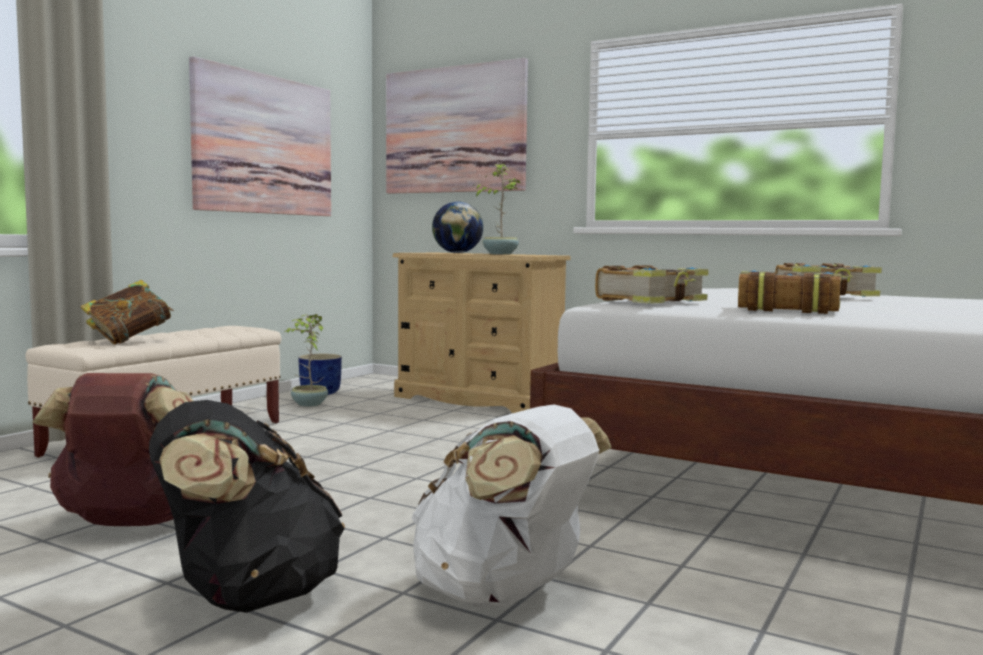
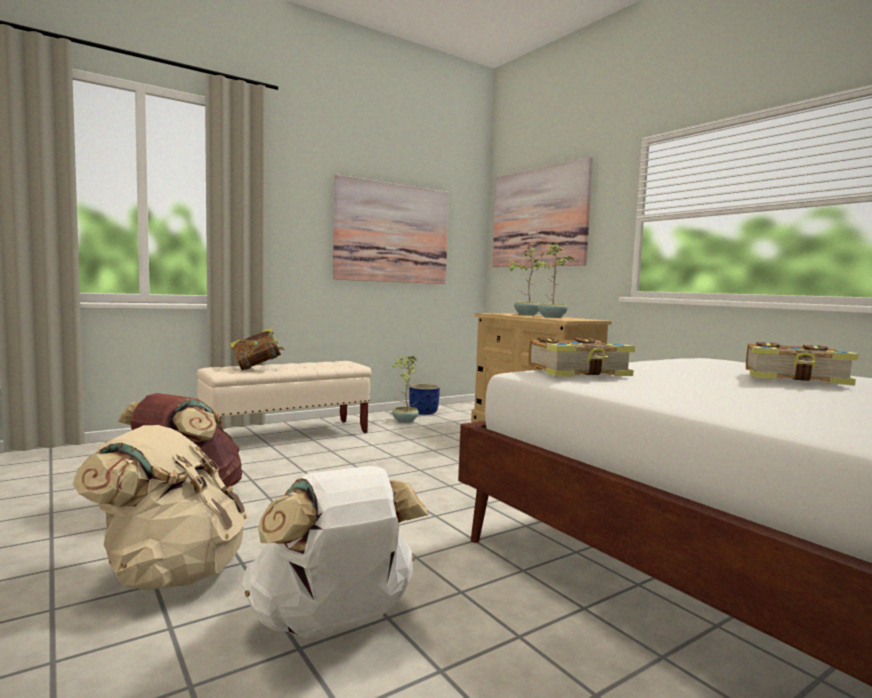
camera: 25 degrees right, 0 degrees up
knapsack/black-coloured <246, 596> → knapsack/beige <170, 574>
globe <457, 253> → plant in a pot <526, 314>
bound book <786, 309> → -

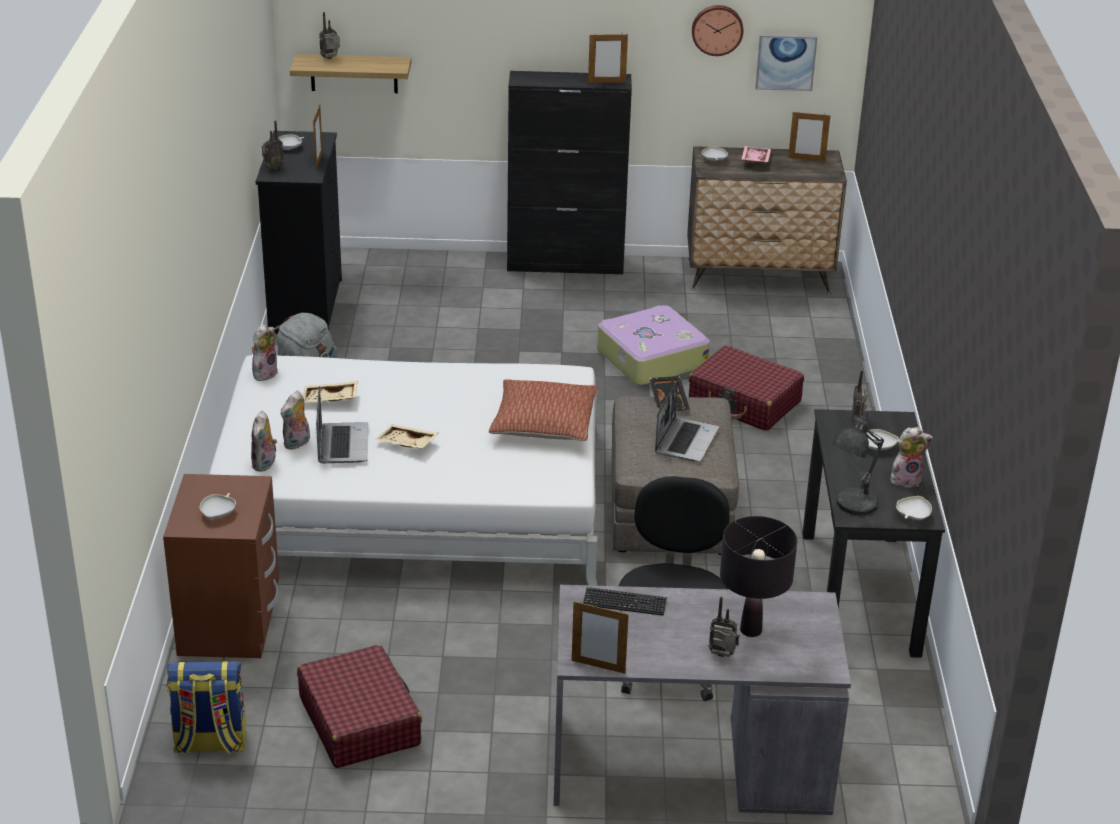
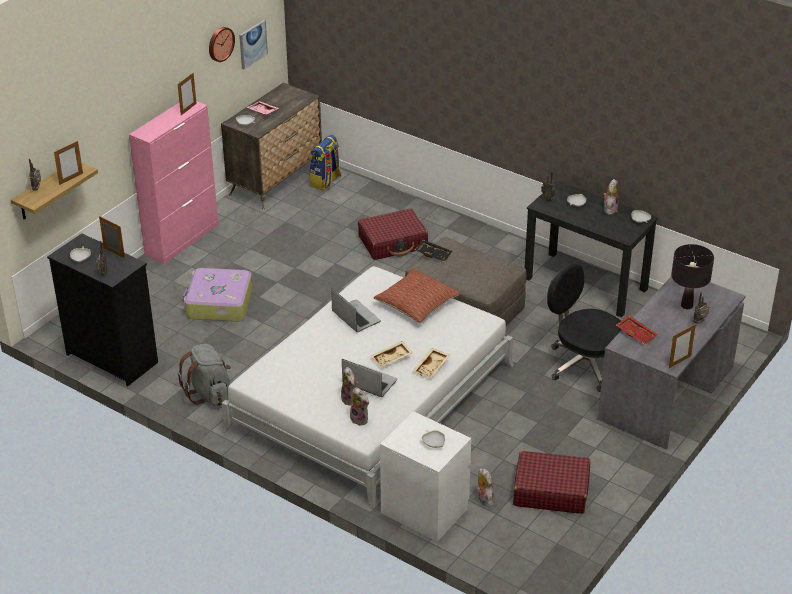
camera: 55 degrees left, 5 degrees up
nightstand/brown <231, 623> → nightstand/white <425, 510>
knapsack <210, 743> → knapsack <325, 182>, move
soft toy <264, 373> → soft toy <483, 499>, move
serving tray/beige <330, 399> → serving tray/beige <432, 367>, move
storage cabinet/black-coloured <566, 264> → storage cabinet/pink-coloured <182, 239>
computer keyboard <624, 603> → serving tray/red-coloured <636, 334>
suitcase <650, 358> → suitcase <218, 303>, move
notebook computer <685, 440> → notebook computer <355, 317>, move
photo frame <806, 159> → photo frame <71, 179>, move
table lamp/grey <853, 505> → -

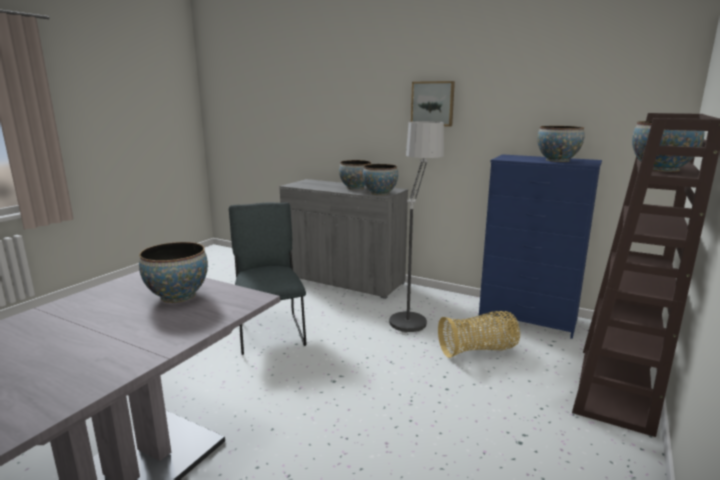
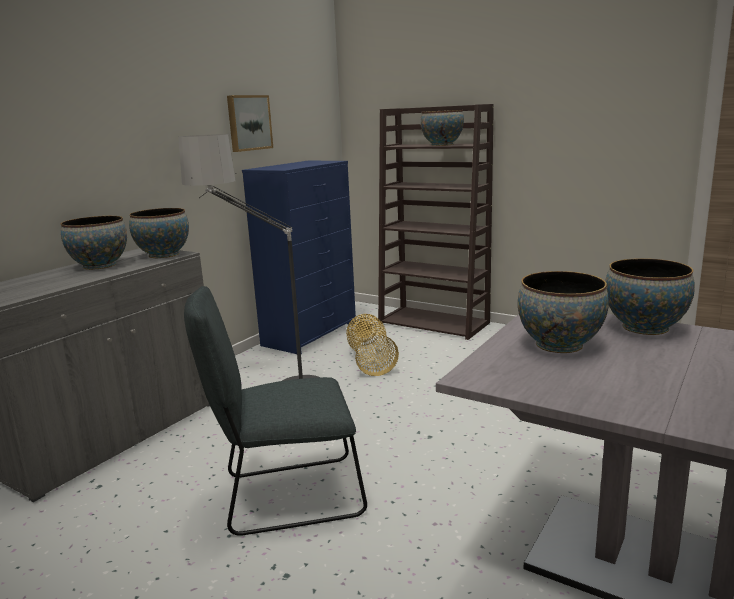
camera: 85 degrees left, 0 degrees up
picture <433, 103> → picture <248, 123>, move
deep dish <557, 160> → deep dish <644, 327>, move

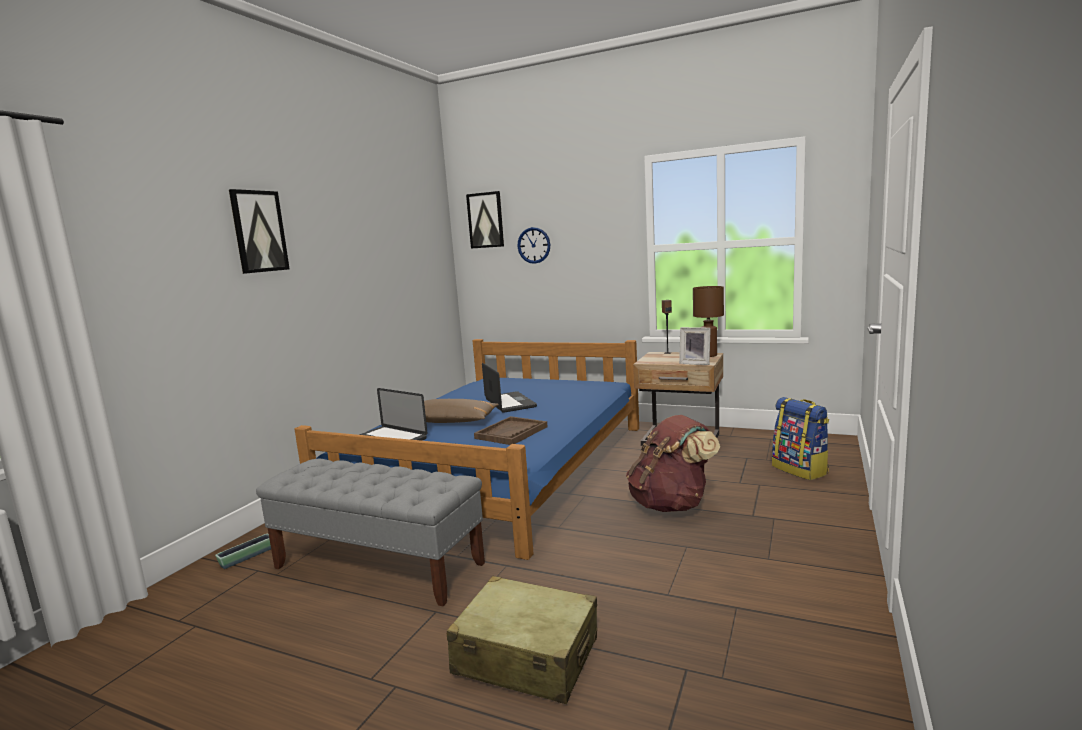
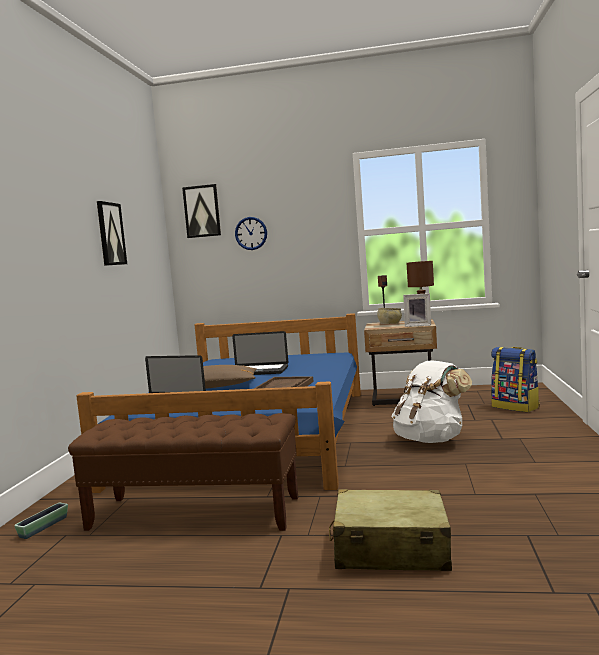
camera: 15 degrees left, 5 degrees down
picture <258, 231> → picture <110, 234>, move
bench/grey <379, 565> → bench/brown <195, 513>
notebook computer <510, 403> → notebook computer <258, 371>, 135 degrees clockwise
knapsack/brown <671, 504> → knapsack/white <431, 439>
- → deep dish/beige <390, 324>

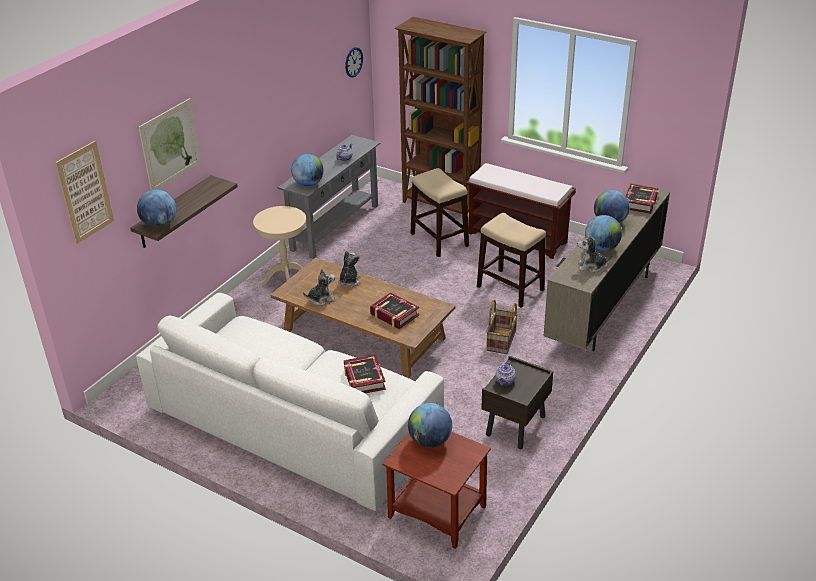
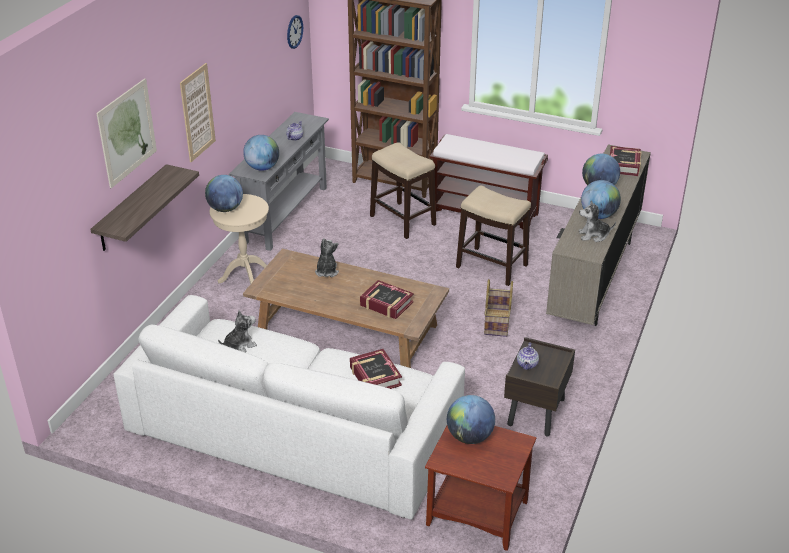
camera: 10 degrees left, 0 degrees up
picture <85, 192> → picture <197, 112>, move
globe <159, 224> → globe <225, 209>, move
soft toy <321, 299> → soft toy <239, 345>, move

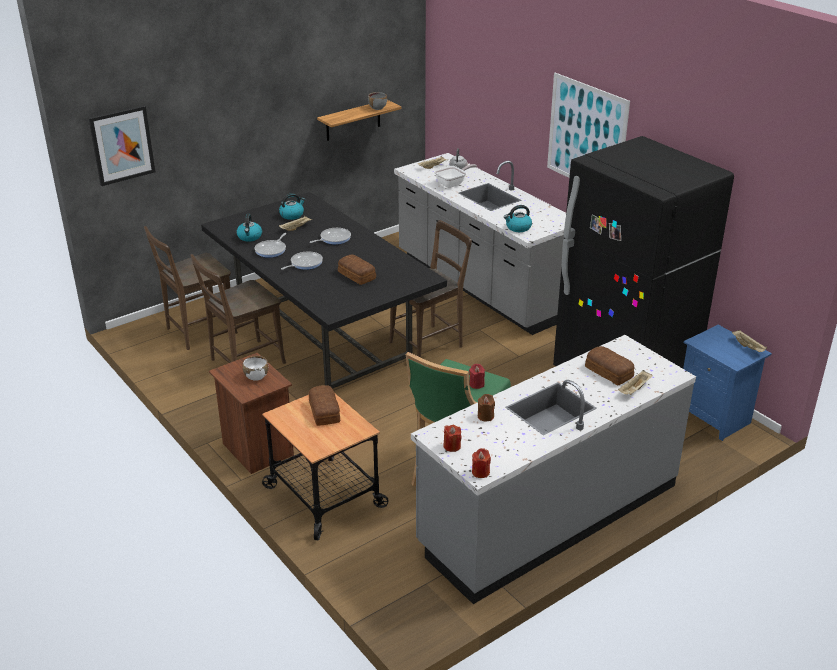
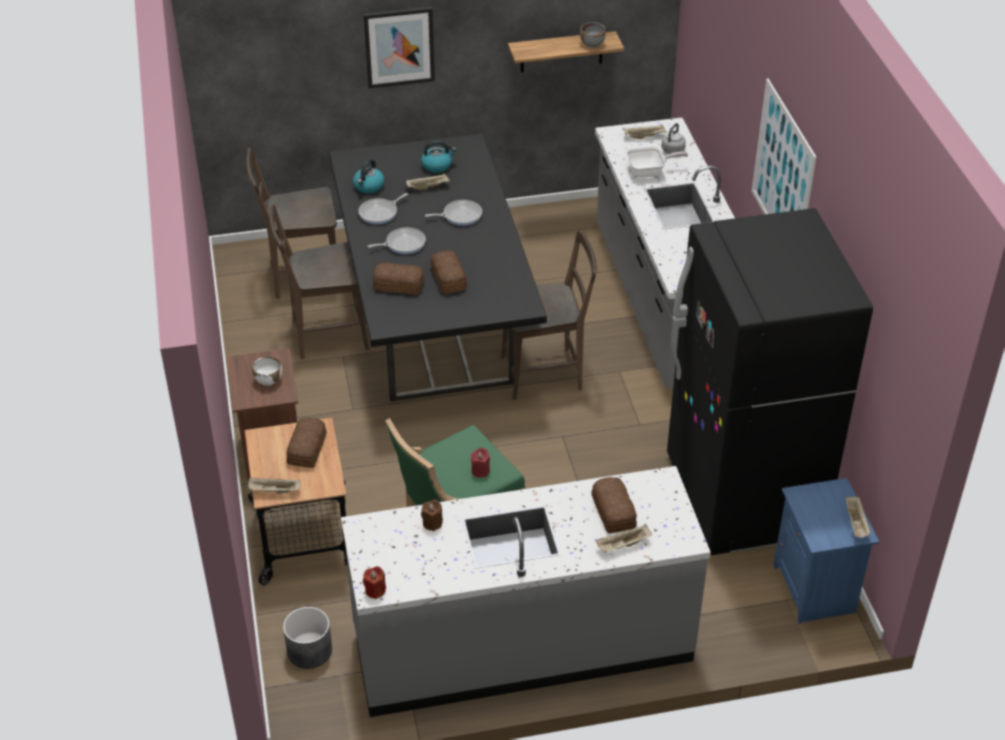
camera: 25 degrees right, 10 degrees up
picture <122, 145> → picture <399, 47>, move
wax candle/red-coloured <452, 446> → -
water kettle <518, 228> → -
- → serving tray/beige <274, 491>
- → plant pot/grey <309, 651>
- → baked bread <398, 284>

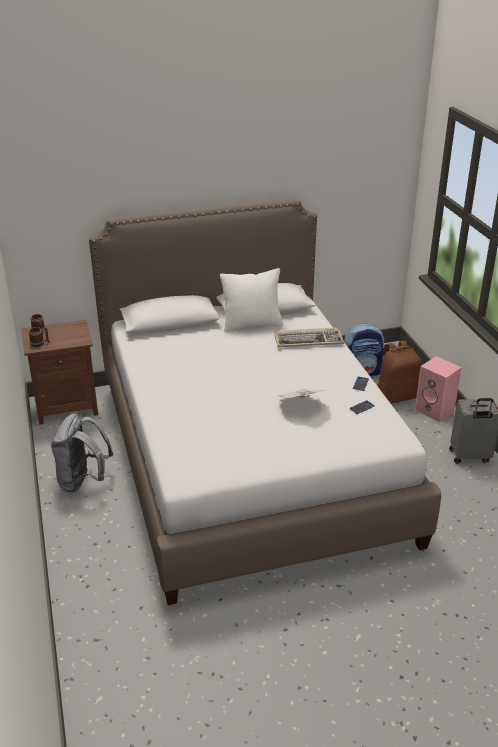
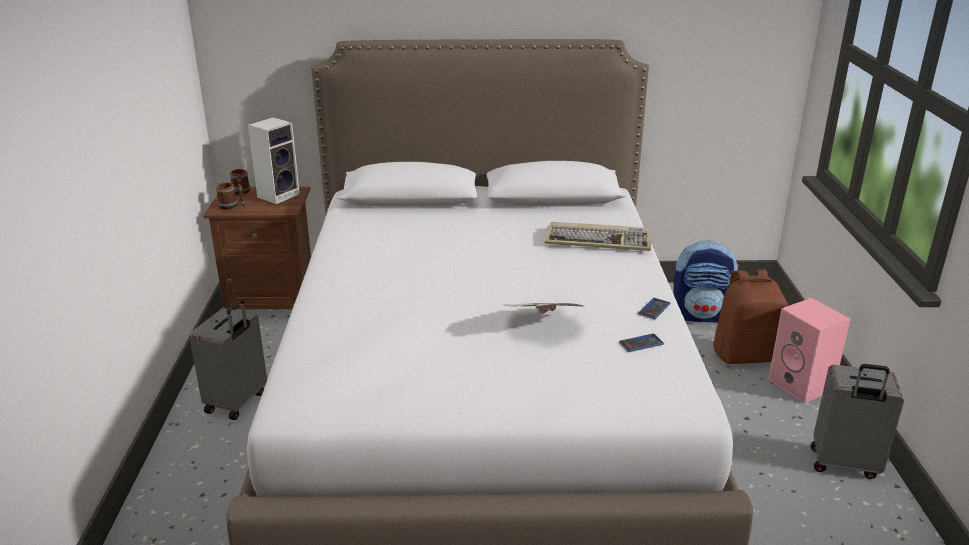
camera: 15 degrees right, 5 degrees down
knapsack/grey <83, 481> → suitcase/grey <237, 402>
cushion/white <252, 324> → -
- → loudspeaker <279, 195>

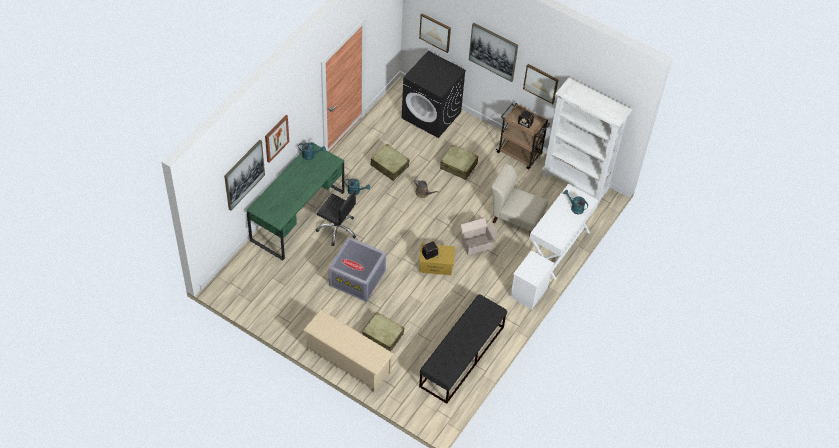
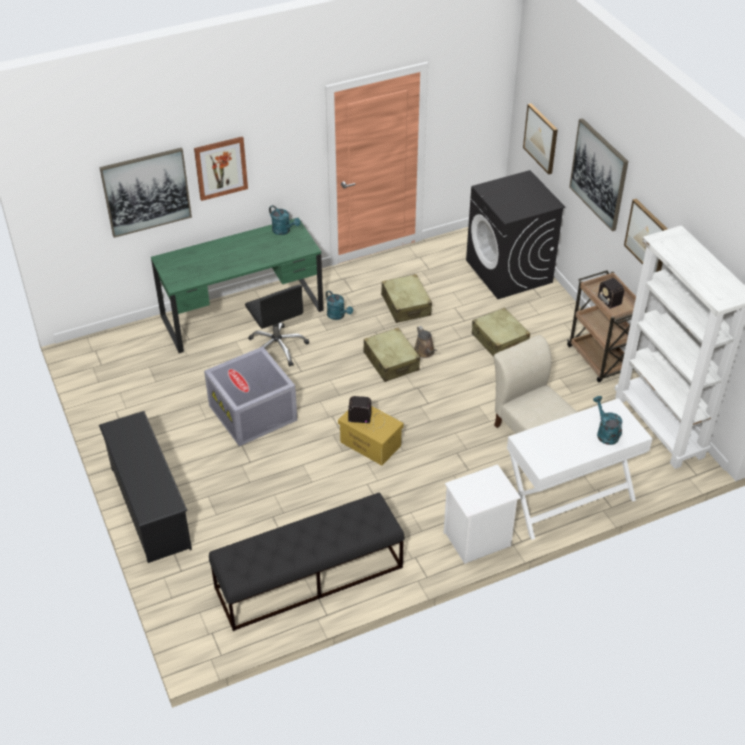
camera: 35 degrees right, 10 degrees down
shoe stand/beige <348, 361> → shoe stand/black-coloured <150, 507>
suitcase/beige <382, 336> → suitcase/beige <391, 361>, move
packing box <477, 245> → -

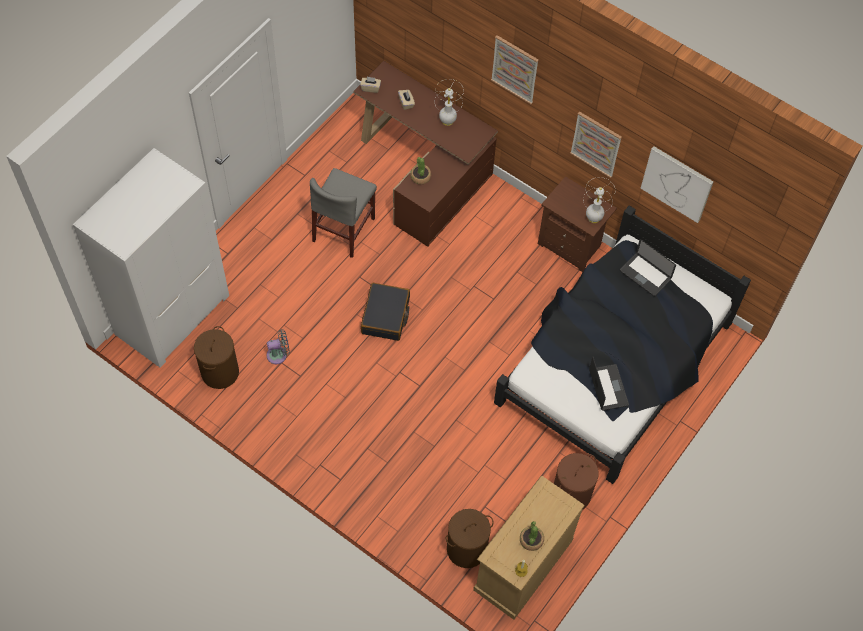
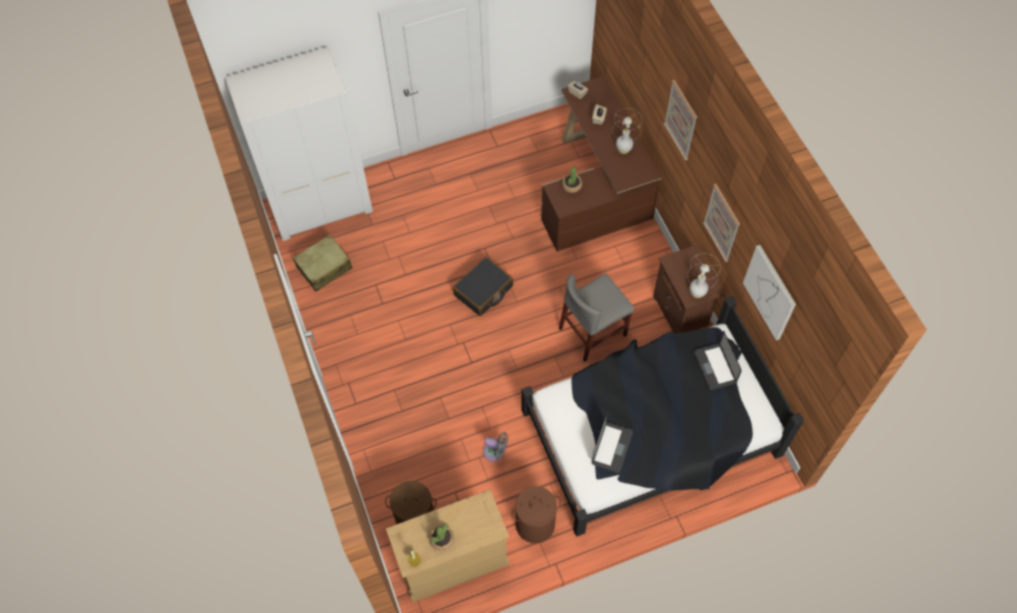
camera: 35 degrees right, 0 degrees up
washing basket/brown <220, 372> → suitcase/beige <324, 267>
fan/grey <279, 355> → fan/grey <495, 452>, move
chair/grey <344, 229> → chair/grey <592, 332>, move

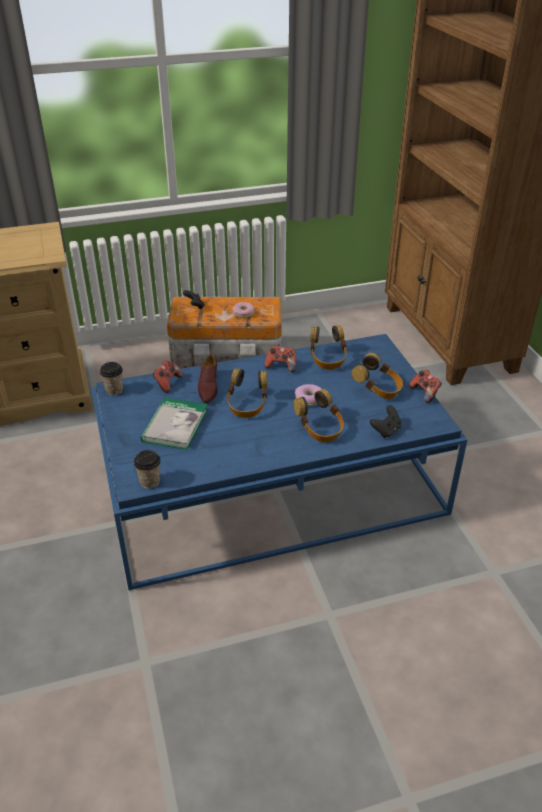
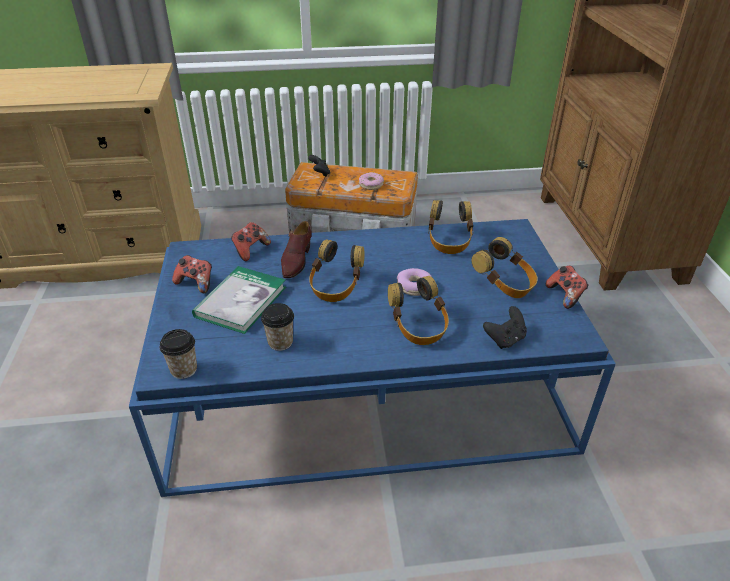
camera: 10 degrees right, 0 degrees up
cup <114, 390> → cup <280, 342>, move
gamepad <281, 366> → gamepad <196, 283>, move

